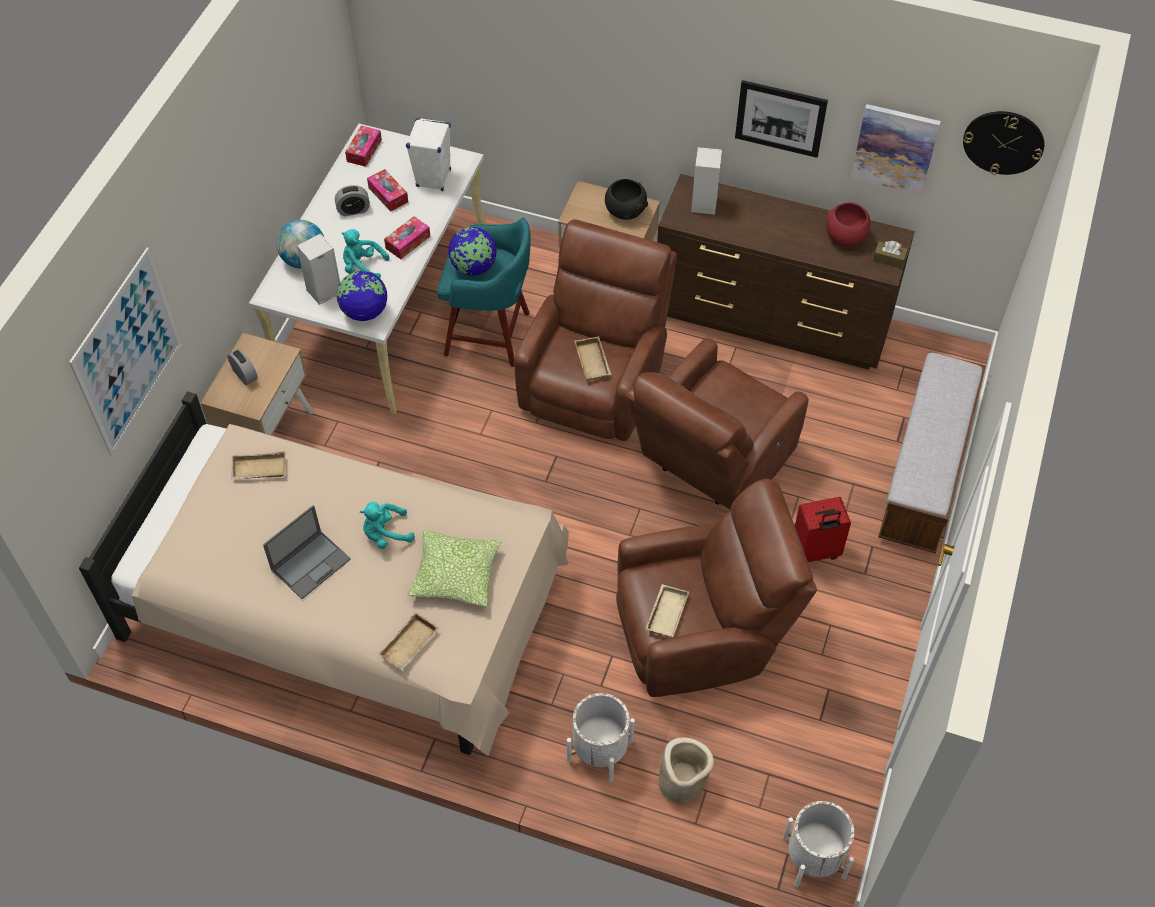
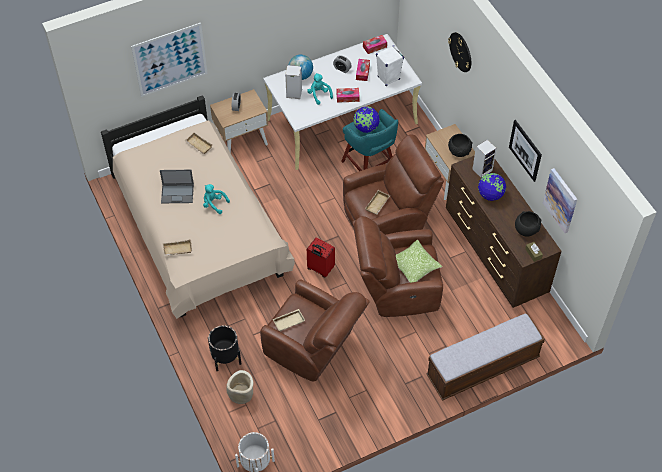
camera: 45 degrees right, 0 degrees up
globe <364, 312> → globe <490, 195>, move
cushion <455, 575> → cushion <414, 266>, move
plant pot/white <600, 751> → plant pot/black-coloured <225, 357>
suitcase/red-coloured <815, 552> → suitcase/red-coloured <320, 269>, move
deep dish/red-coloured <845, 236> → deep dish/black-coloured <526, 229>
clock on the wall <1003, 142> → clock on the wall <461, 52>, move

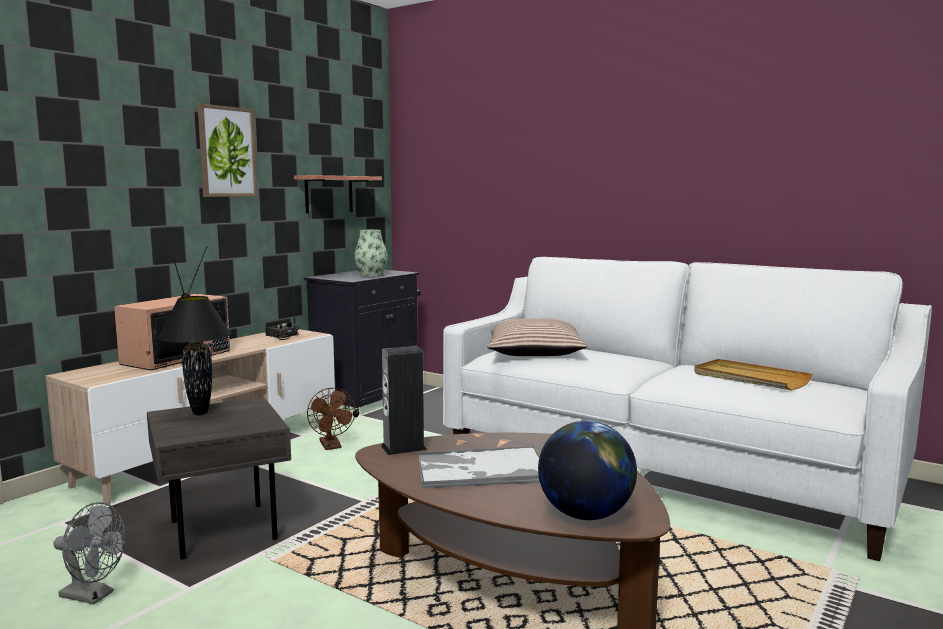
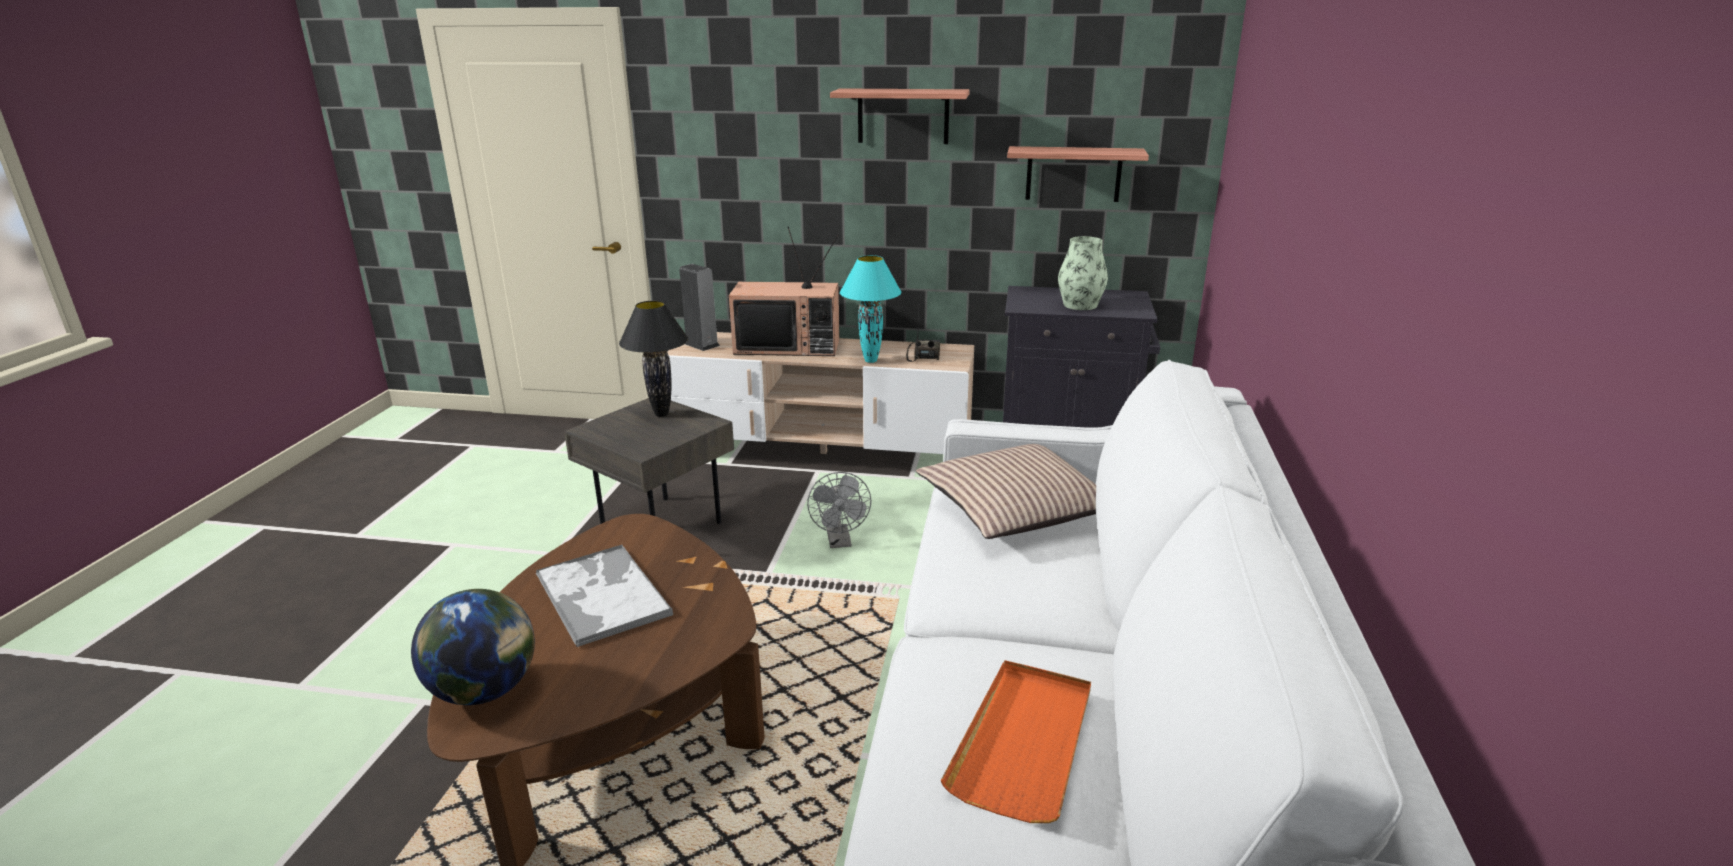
camera: 65 degrees right, 15 degrees up
fan/grey <93, 596> → fan/grey <840, 542>, move
picture <227, 152> → wall shelf <903, 116>
fan/brown <332, 446> → -
loudspeaker <403, 448> → loudspeaker <702, 344>, move
serving tray/beige <750, 378> → serving tray/orange <1024, 742>
- → table lamp/turquoise <870, 360>

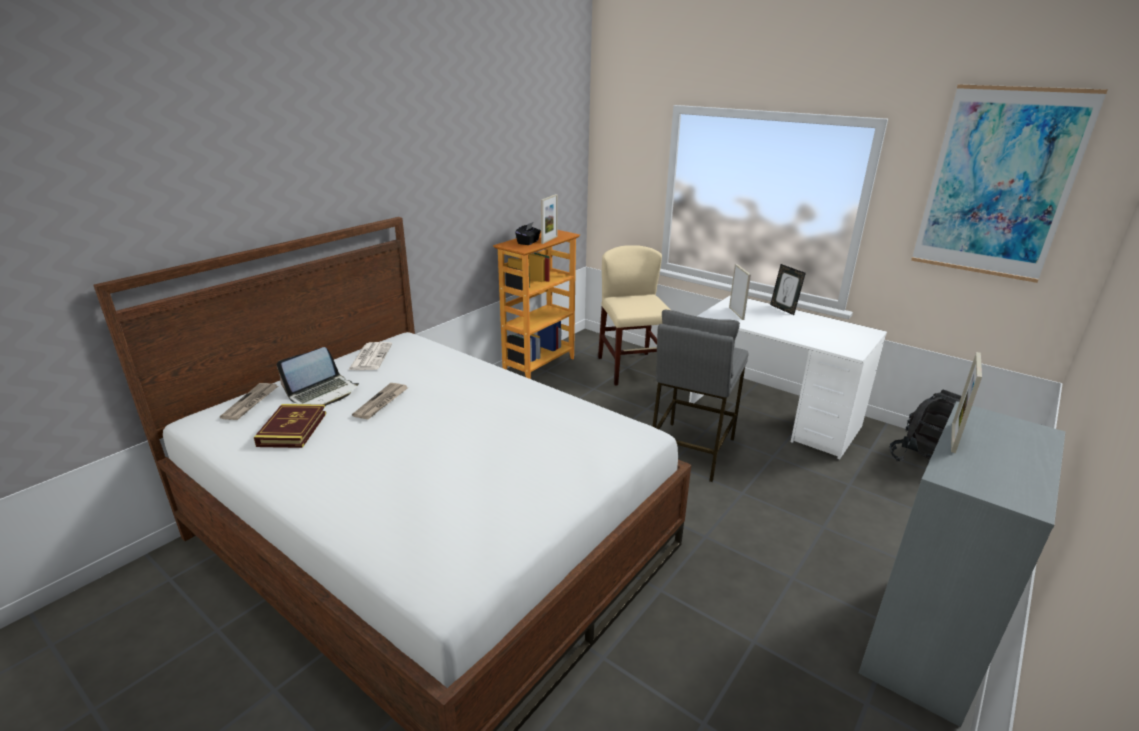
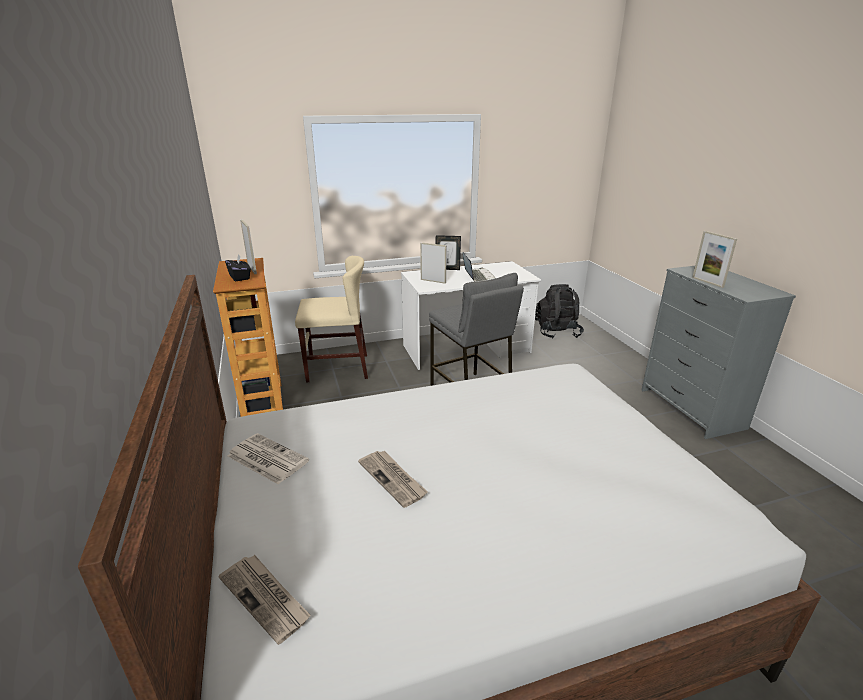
camera: 55 degrees left, 0 degrees up
bound book <292, 429> → -
notebook computer <323, 393> → notebook computer <477, 276>, move
chair/beige <631, 368> → chair/beige <337, 368>, 150 degrees clockwise
picture <998, 184> → -

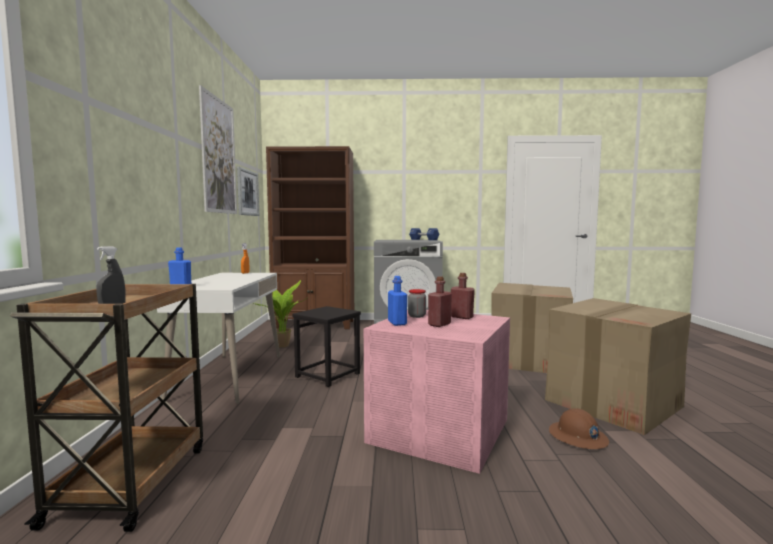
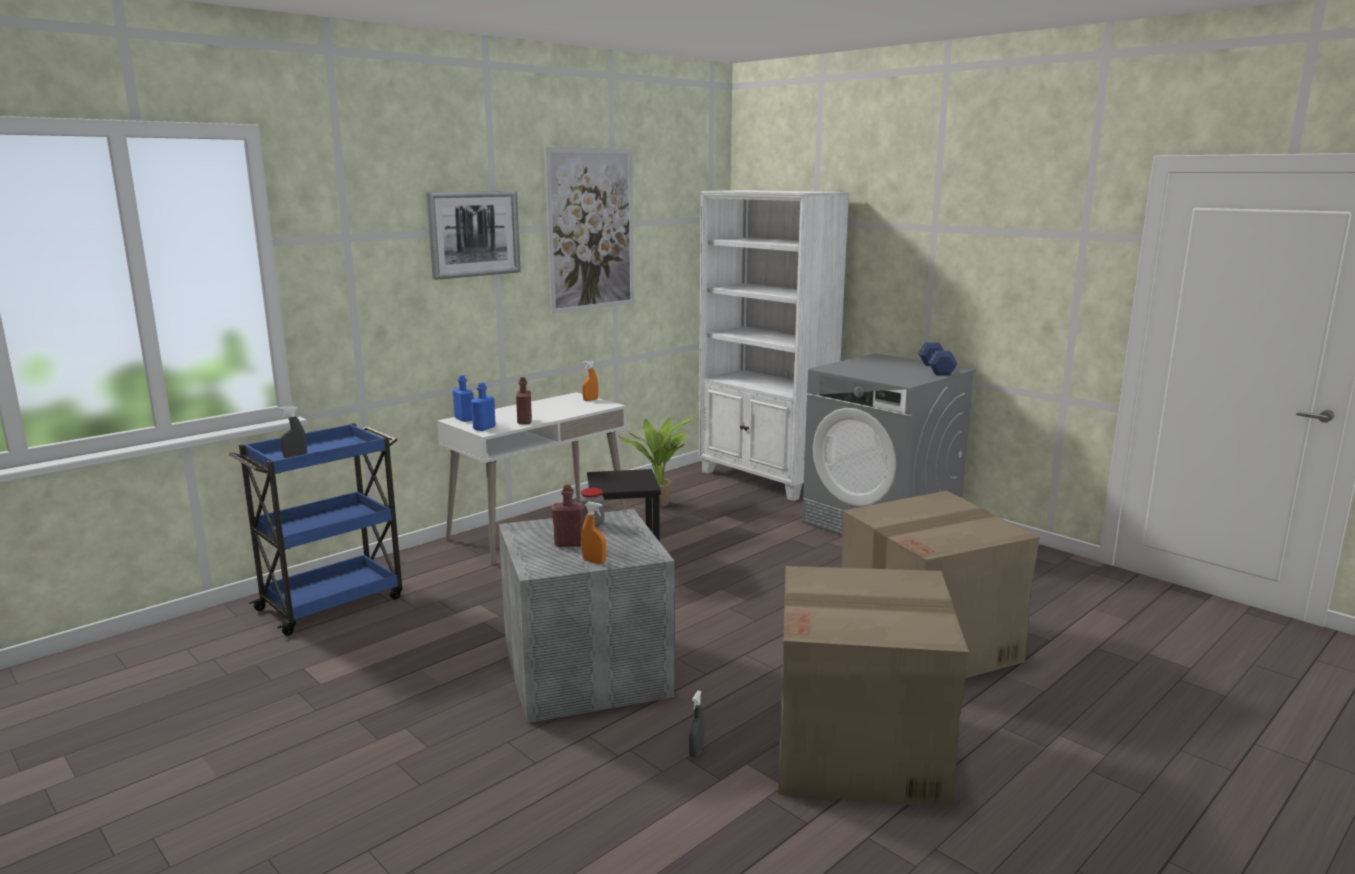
camera: 45 degrees right, 10 degrees up
trolley/brown <132, 482> → trolley/bluish <333, 602>
picture <247, 193> → picture <474, 234>, move
bookcase/brown <315, 324> → bookcase/white <765, 480>
storage box/pink-coloured <440, 432> → storage box/grey <584, 673>
drink bottle/bluish <397, 323> → drink bottle/bluish <484, 428>, move
drink bottle/red-coloured <462, 317> → drink bottle/red-coloured <524, 421>, move
hard hat/brown <577, 437> → hand sprayer/grey <696, 751>
- → hand sprayer/orange <594, 561>

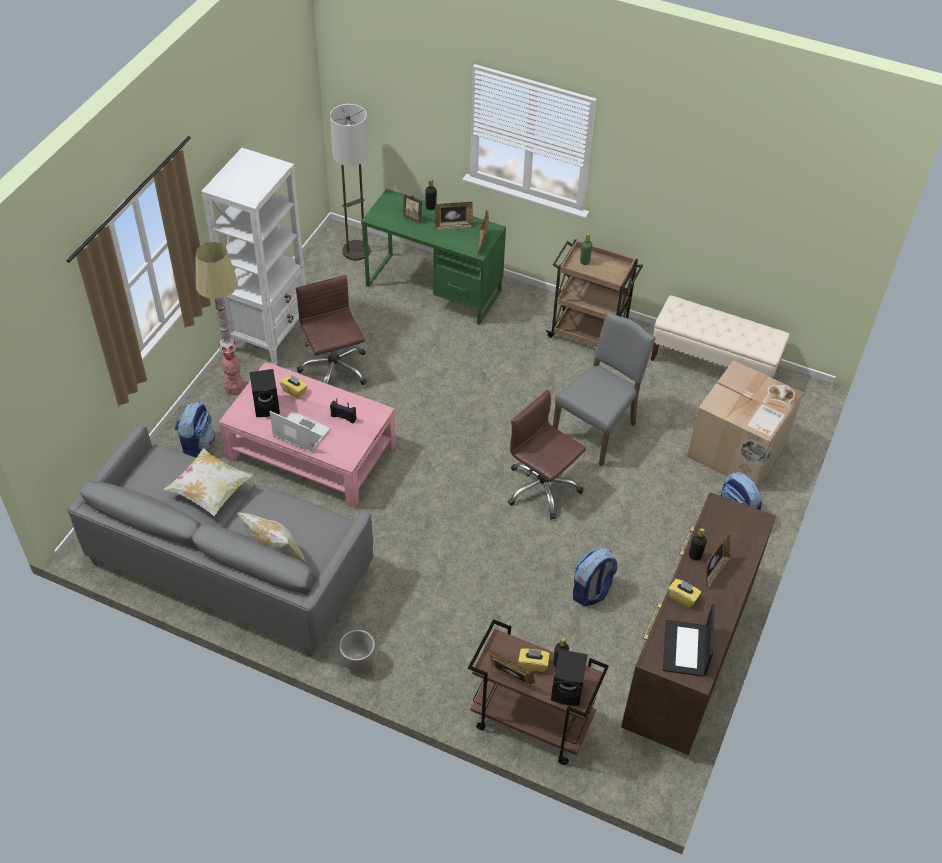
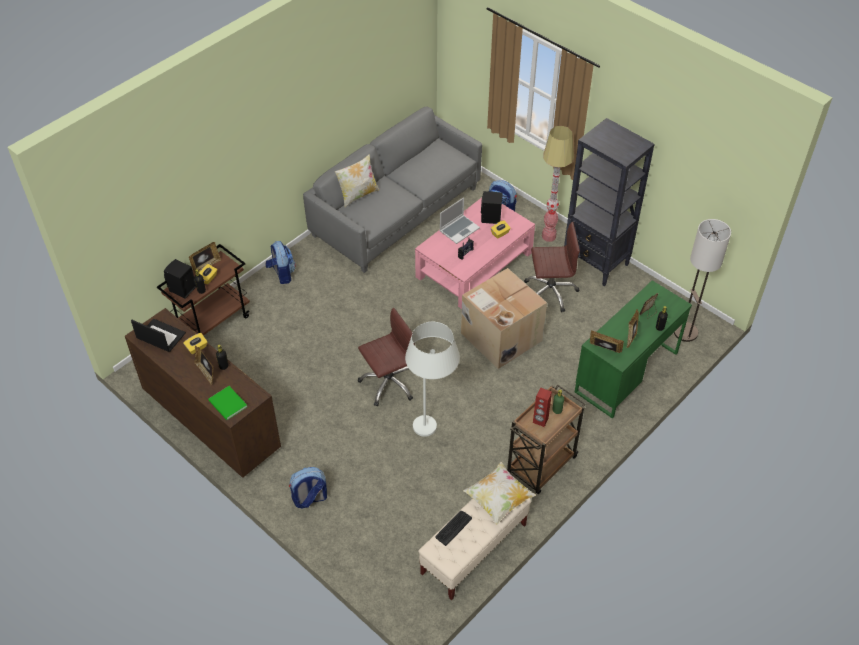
camera: 110 degrees right, 0 degrees up
cushion <210, 491> → cushion <498, 499>, move
bookcase/white <270, 336> → bookcase/black-coloured <596, 263>
plant pot <358, 662> → -
chair/grey <597, 429> → floor lamp/white <432, 436>
knapsack <591, 591> → knapsack <282, 274>, move
packing box <737, 450> → packing box <500, 336>, move
- → bound book/greenish <227, 404>
- → computer keyboard <453, 528>
- → loudspeaker/red-coloured <540, 420>

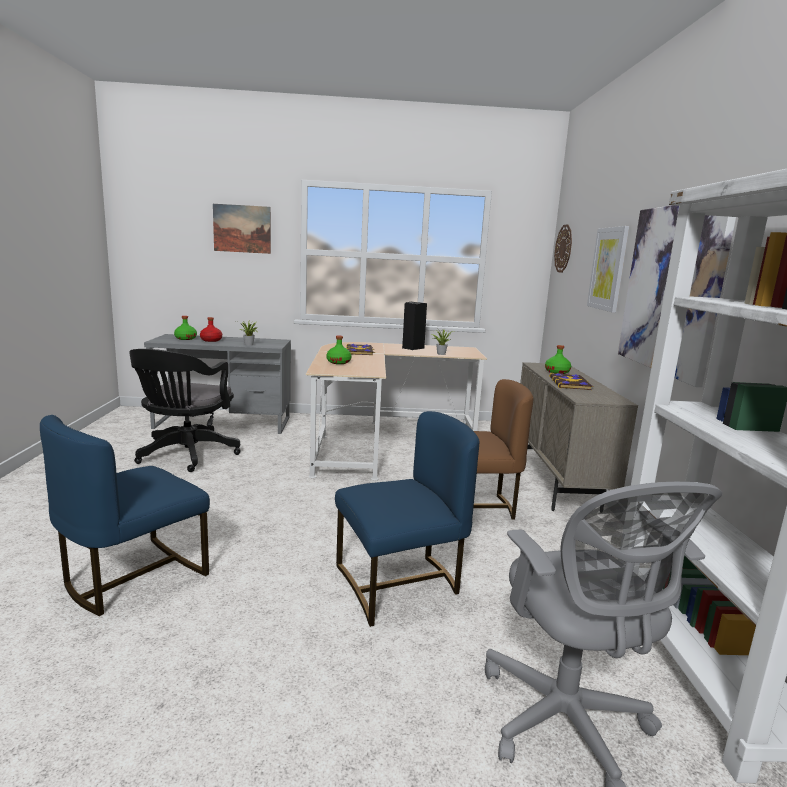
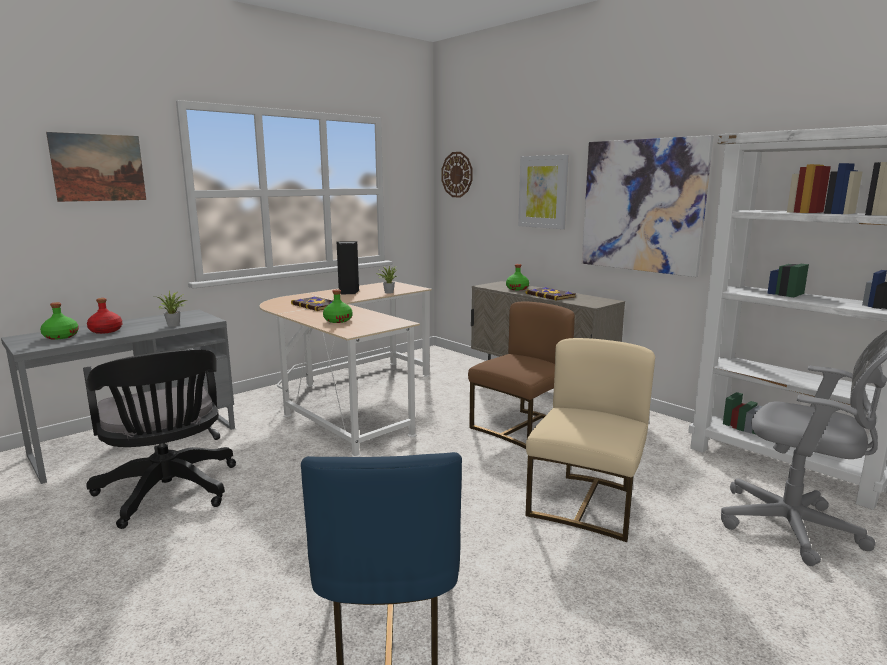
camera: 40 degrees left, 0 degrees up
chair/bluish <399, 584> → chair/beige <586, 504>

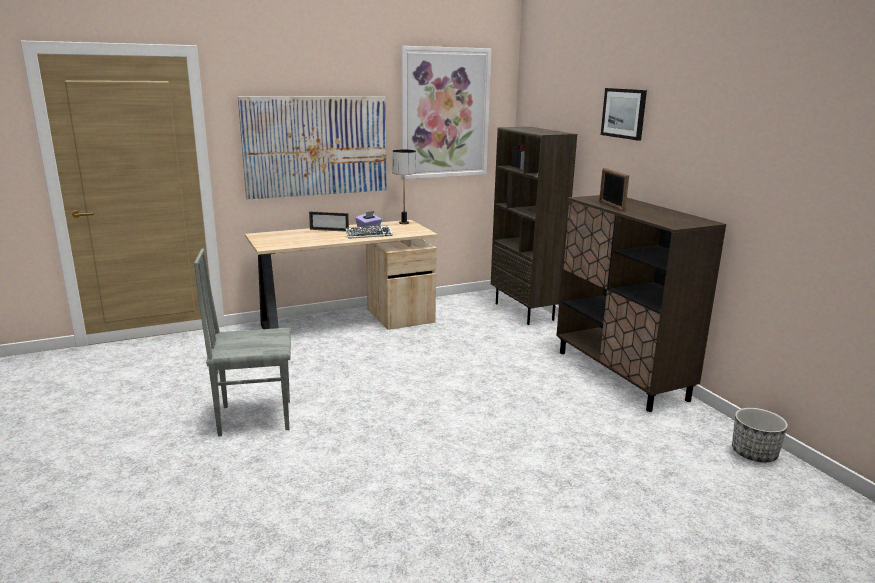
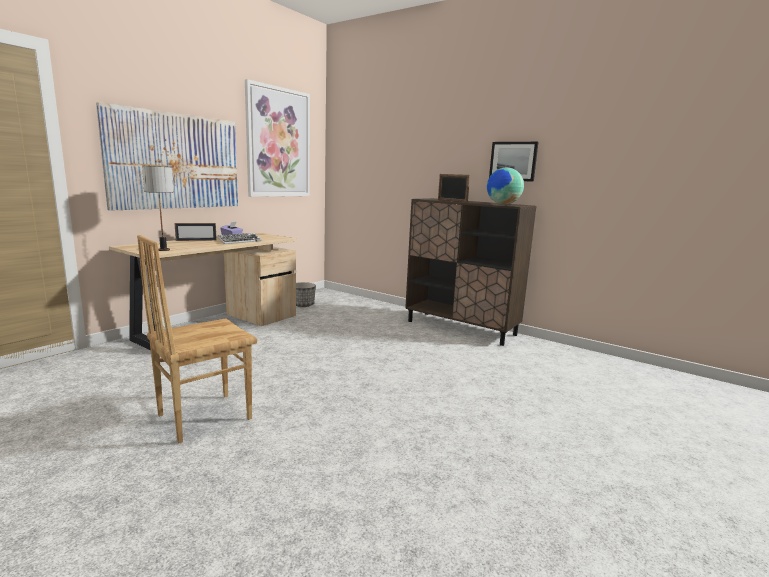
camera: 30 degrees left, 5 degrees down
chair/grey <254, 417> → chair/brown <203, 416>
table lamp <404, 223> → table lamp <163, 250>, move
bookcase/brown <525, 312> → -
picture <624, 113> → picture <513, 161>, move
plant pot <753, 453> → plant pot <302, 305>, move
- → globe <503, 204>

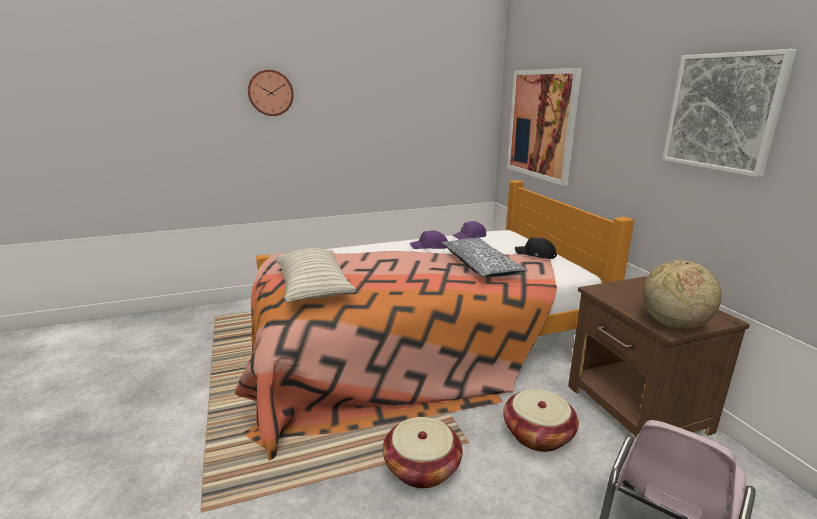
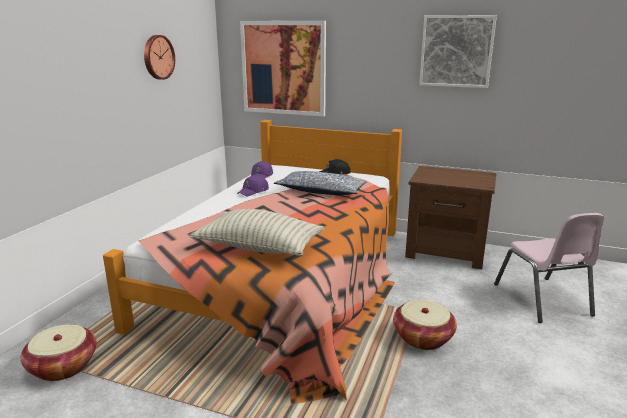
camera: 50 degrees left, 0 degrees up
clock on the wall <270, 93> → clock on the wall <158, 57>, move
storage basket <538, 434> → storage basket <63, 366>, move
globe <673, 324> → -

